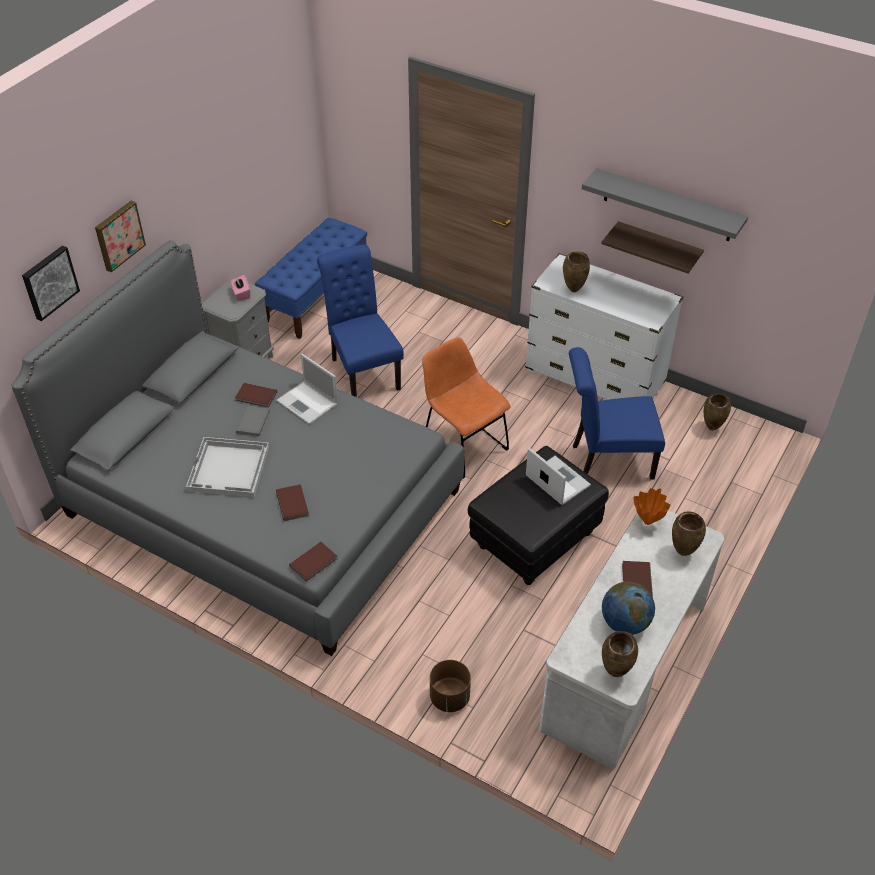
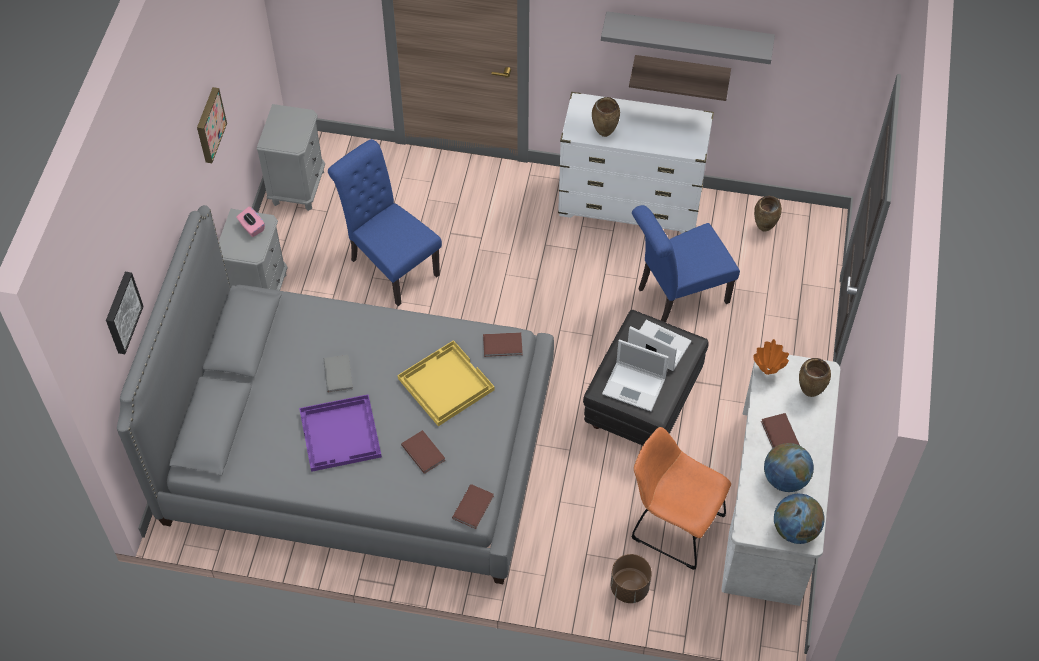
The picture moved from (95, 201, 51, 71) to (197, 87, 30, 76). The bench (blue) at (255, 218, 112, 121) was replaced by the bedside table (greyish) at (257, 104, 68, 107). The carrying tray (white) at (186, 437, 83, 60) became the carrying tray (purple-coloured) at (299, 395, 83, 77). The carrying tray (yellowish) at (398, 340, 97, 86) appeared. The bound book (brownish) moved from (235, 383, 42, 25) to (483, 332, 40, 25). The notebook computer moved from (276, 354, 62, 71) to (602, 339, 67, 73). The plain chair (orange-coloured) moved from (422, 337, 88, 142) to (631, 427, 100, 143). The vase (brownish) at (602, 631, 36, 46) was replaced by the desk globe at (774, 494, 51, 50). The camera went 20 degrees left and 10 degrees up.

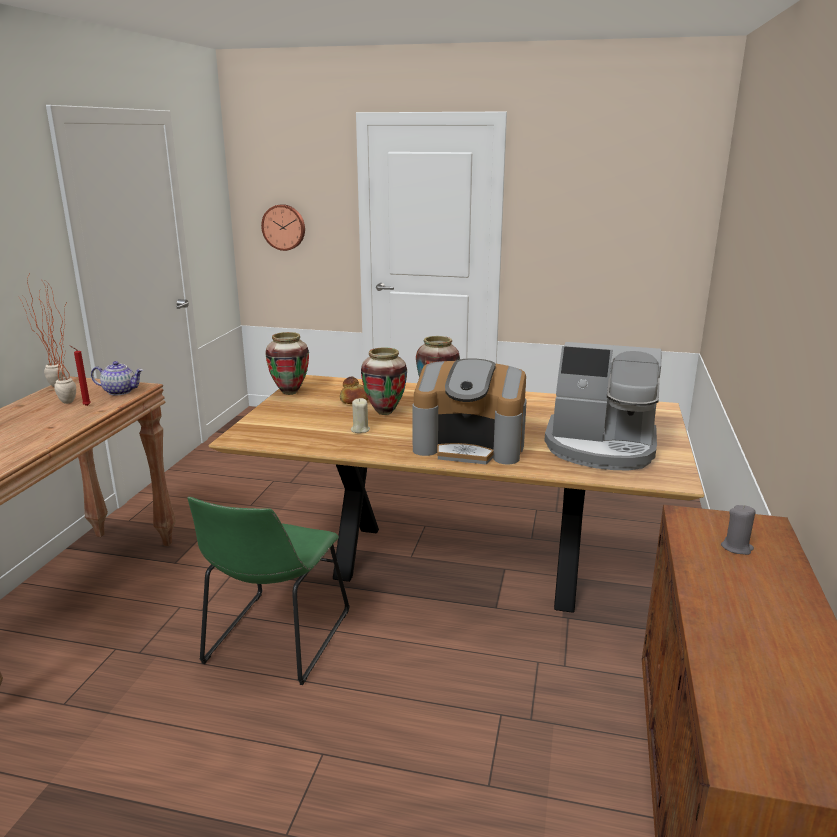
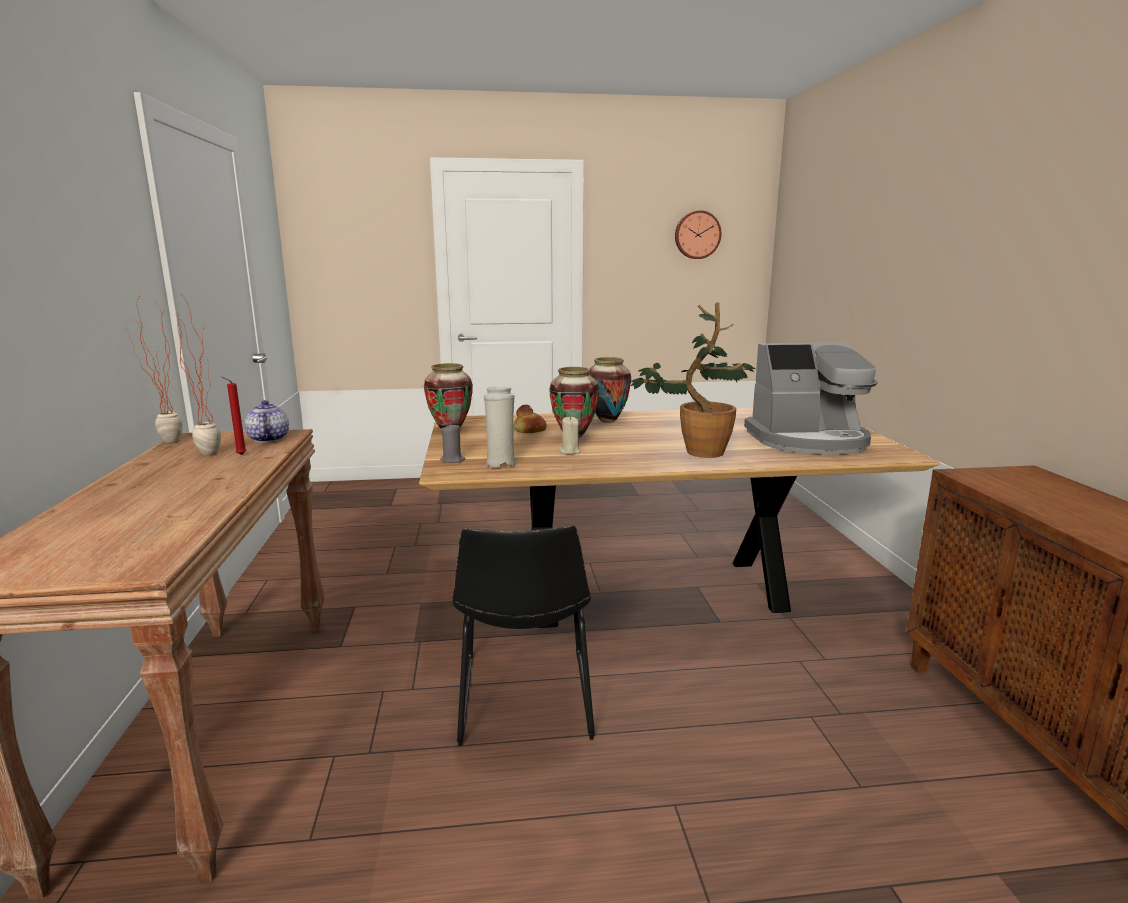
The tea pot at (91, 361, 52, 34) turned 90 degrees counterclockwise. The wax candle (greyish) moved from (721, 505, 35, 50) to (440, 423, 25, 40). The plain chair (green) at (187, 497, 163, 188) became the plain chair (black) at (452, 525, 143, 221). The vase (white) at (484, 387, 32, 80) appeared. The coffee maker at (412, 358, 115, 106) was replaced by the houseplant at (631, 303, 124, 155). The wall clock moved from (261, 204, 44, 47) to (675, 210, 46, 49). The camera went 20 degrees left and 5 degrees down.

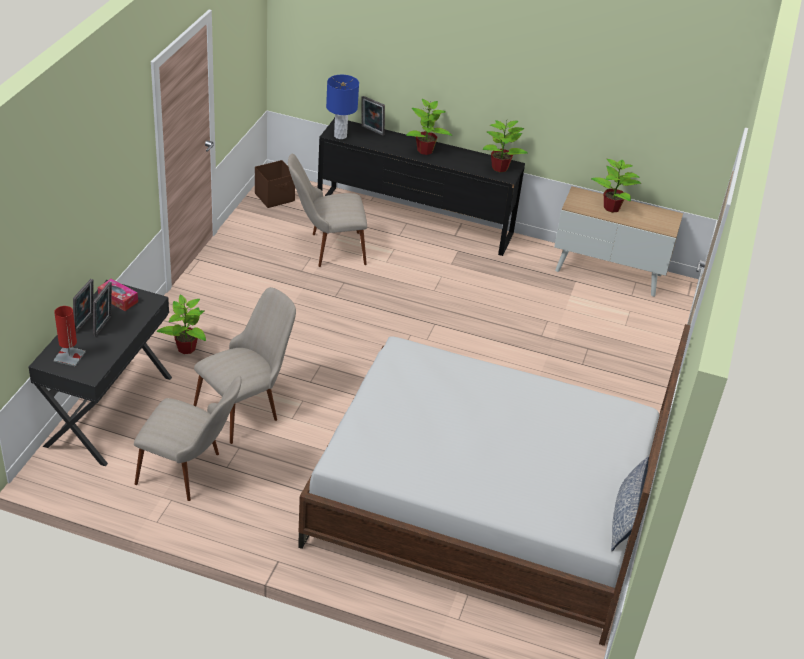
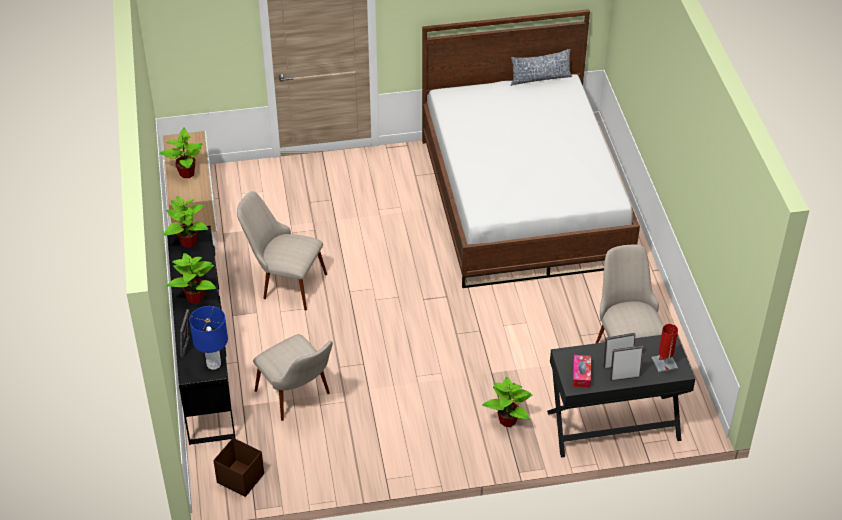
The plain chair (beige) moved from (193, 287, 103, 157) to (237, 191, 90, 119). The camera went 115 degrees left and 5 degrees up.

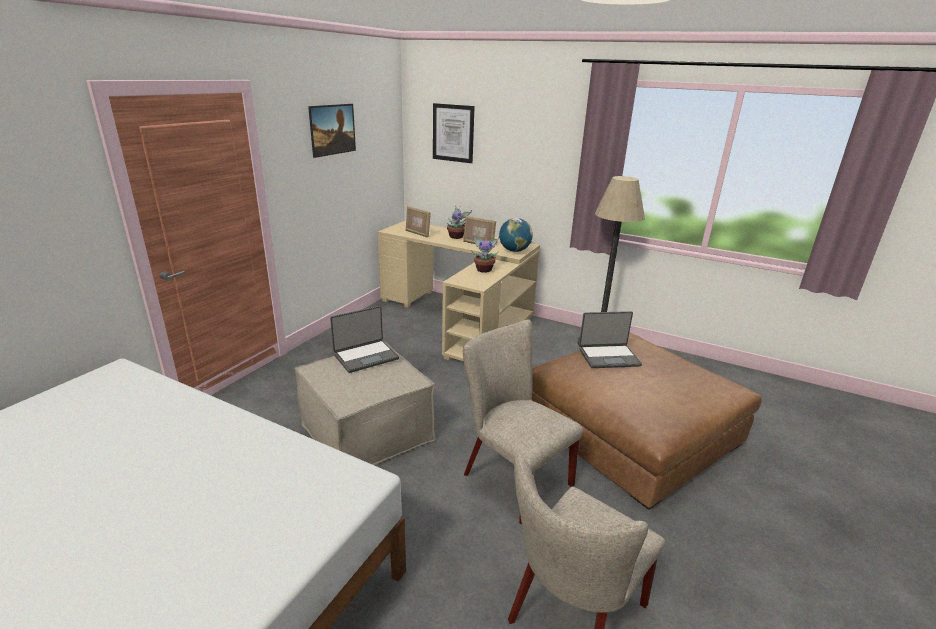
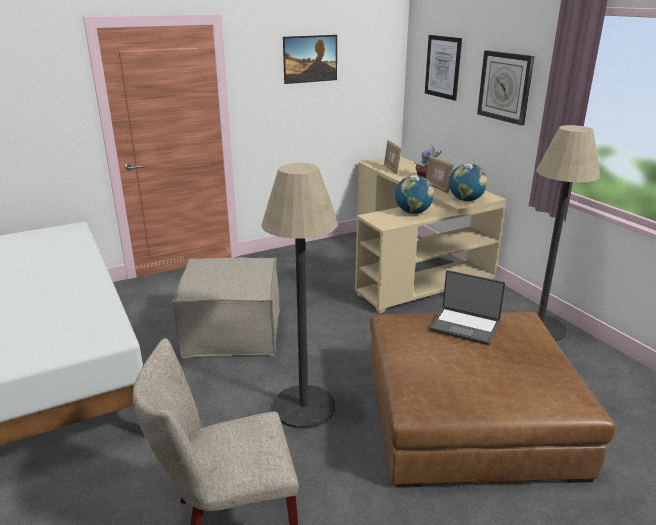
The plain chair (beige) at (463, 319, 120, 206) was replaced by the standing lamp at (261, 163, 77, 265). The houseplant at (471, 235, 29, 38) was replaced by the desk globe at (395, 175, 39, 39). The wall clock at (477, 50, 57, 76) appeared. The notebook computer at (330, 306, 69, 67) disappeared. The camera went 35 degrees right and 0 degrees up.

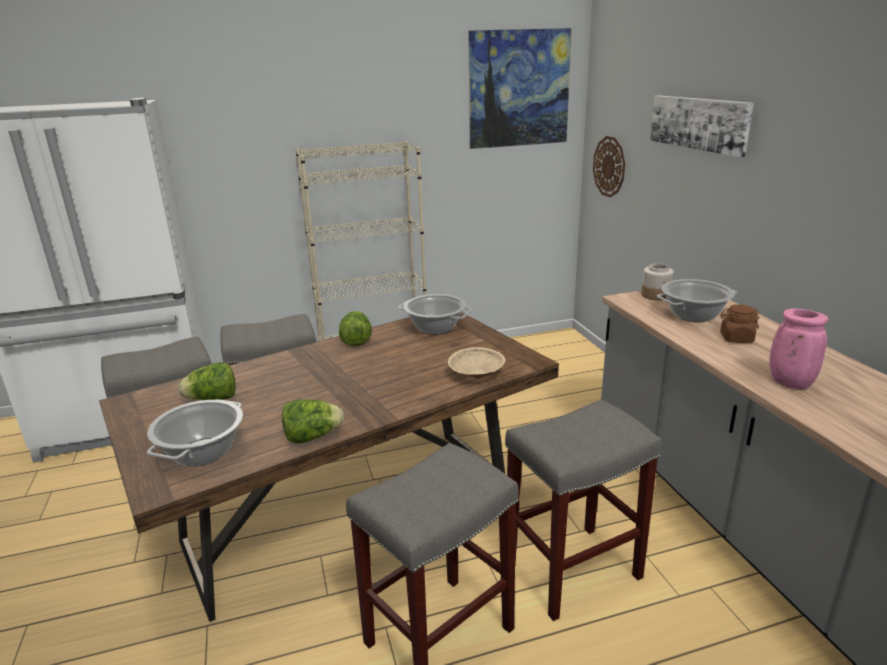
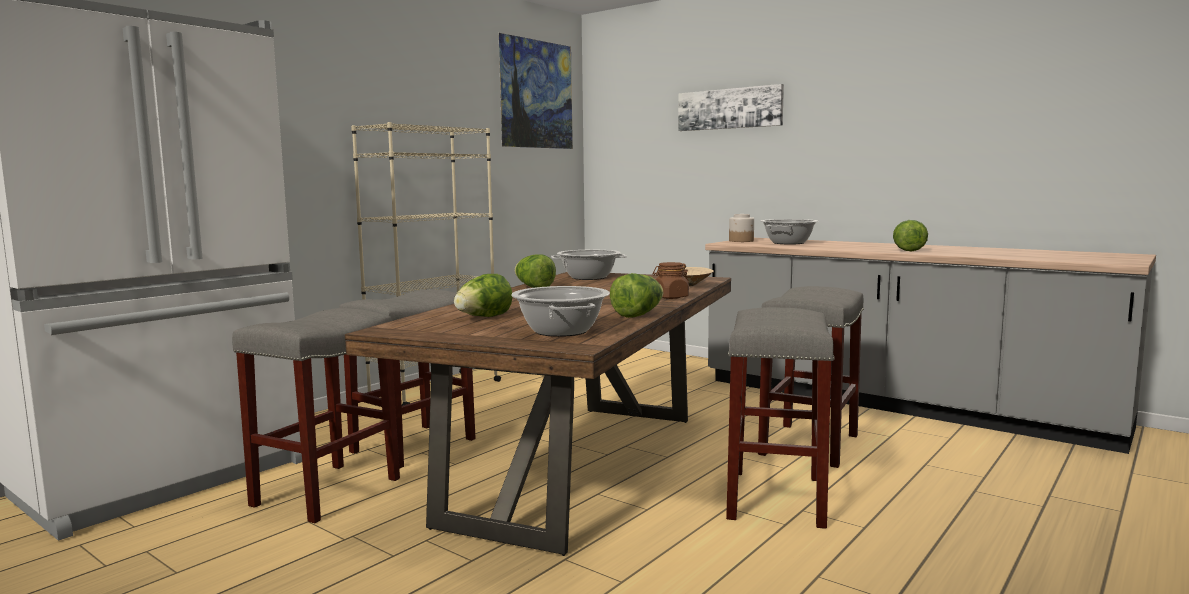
The storage jar (brownish) moved from (720, 304, 40, 39) to (653, 262, 36, 37). The vase (pinkish) at (769, 309, 59, 80) was replaced by the lettuce at (893, 220, 35, 31). The wall clock at (593, 136, 32, 61) disappeared. The camera went 35 degrees left and 15 degrees down.

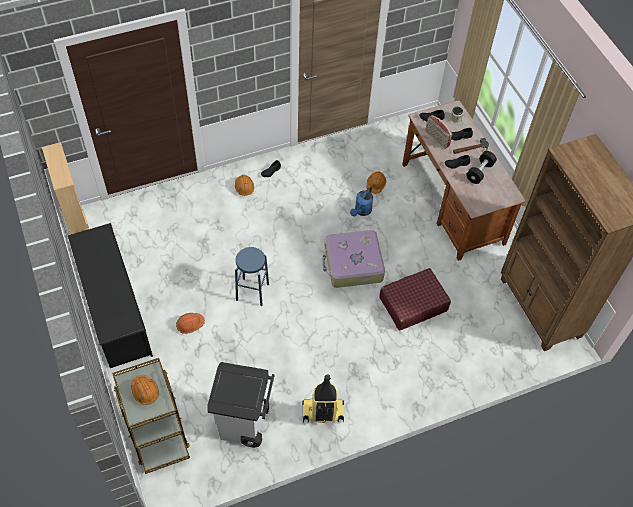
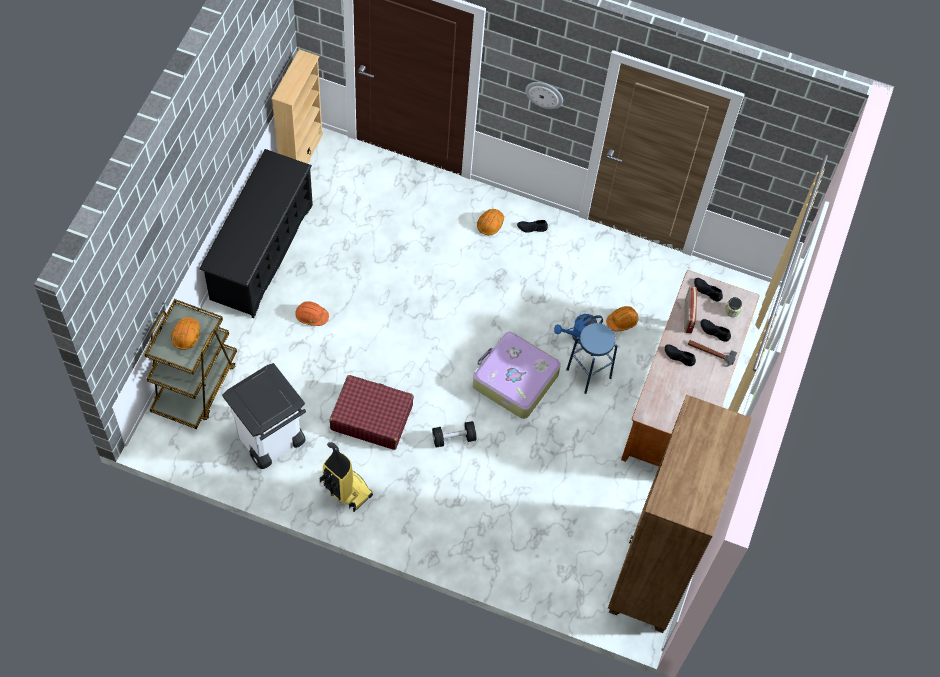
The travel case (reddish) moved from (379, 268, 72, 63) to (330, 375, 84, 75). The free weight (black) moved from (466, 151, 31, 33) to (432, 421, 44, 26). The wall clock at (525, 82, 38, 27) appeared. The stool seat (blue) moved from (235, 247, 34, 59) to (566, 323, 51, 71). The camera went 40 degrees right and 5 degrees up.

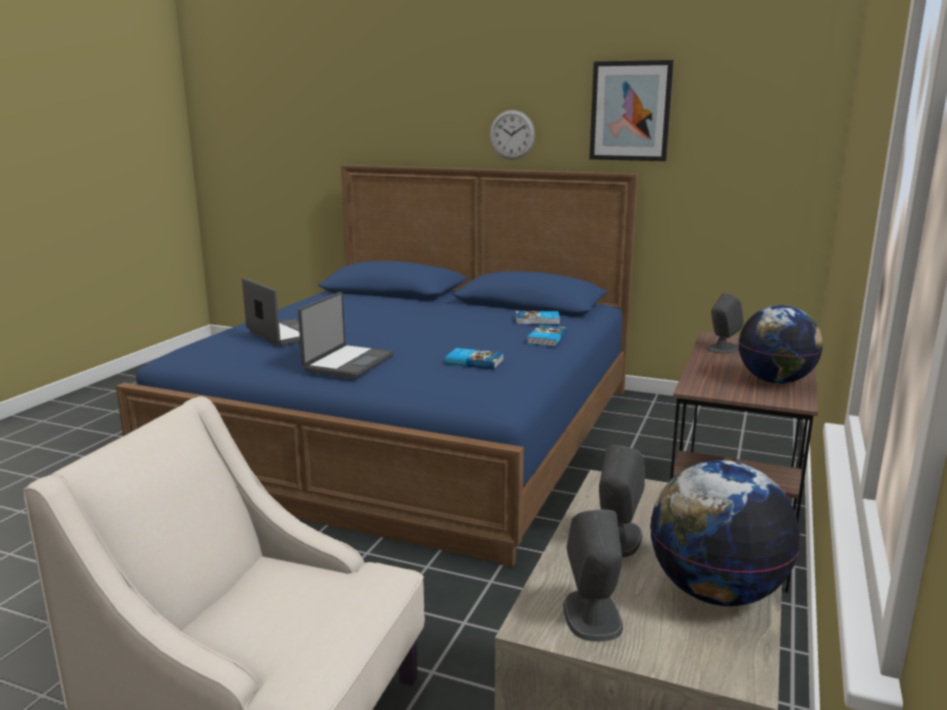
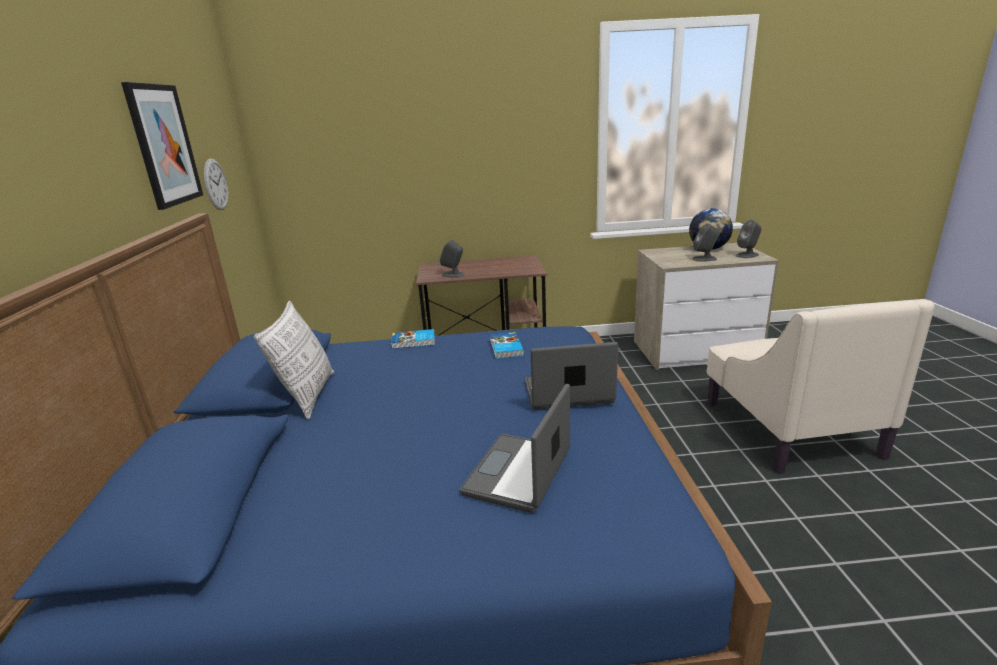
The wall clock moved from (490, 110, 45, 50) to (204, 159, 25, 51). The cushion at (254, 301, 80, 119) appeared. The bound book at (516, 311, 44, 14) disappeared. The desk globe at (738, 305, 85, 79) disappeared. The camera went 115 degrees left and 5 degrees up.

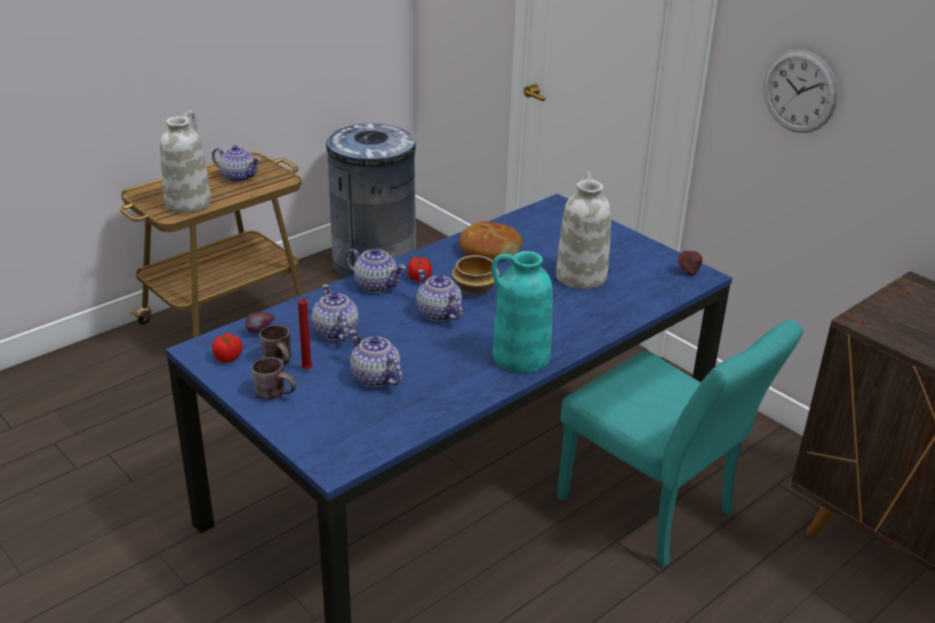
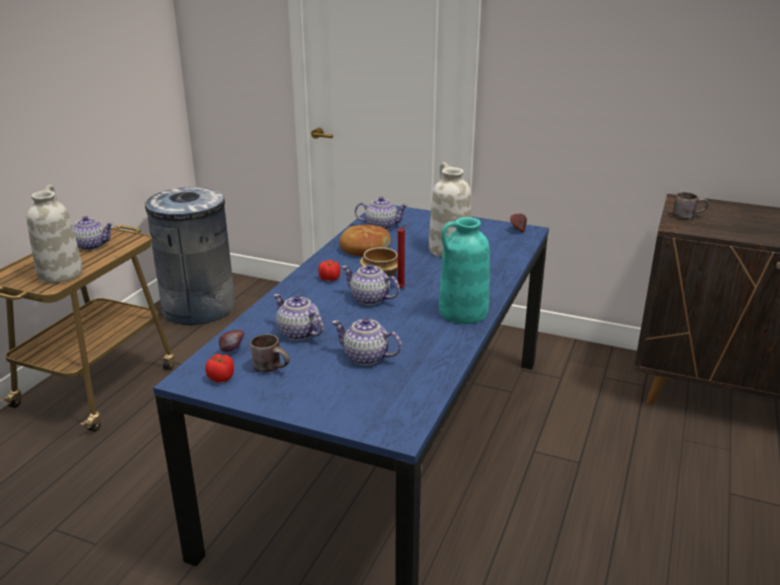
The tea pot moved from (345, 248, 61, 45) to (355, 197, 53, 33). The wax candle (reddish) moved from (298, 296, 14, 74) to (397, 223, 12, 65). The mug (brownish) moved from (251, 357, 45, 43) to (673, 192, 35, 28). The plain chair (blue-green) at (557, 320, 247, 247) disappeared. The wall clock at (764, 49, 74, 84) disappeared. The camera went 25 degrees left and 5 degrees down.

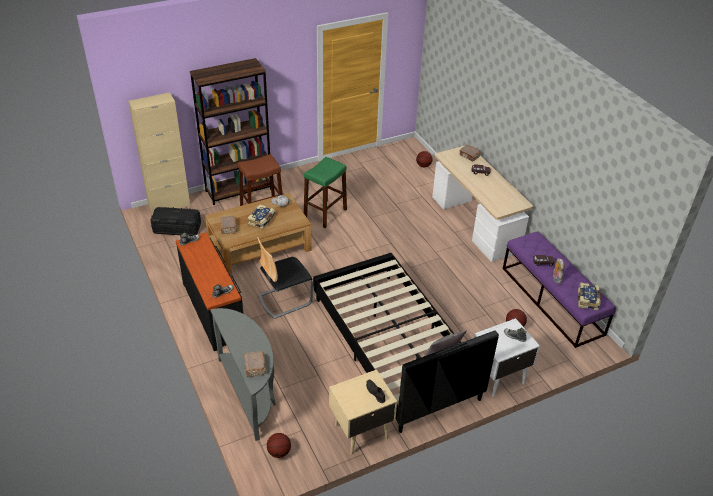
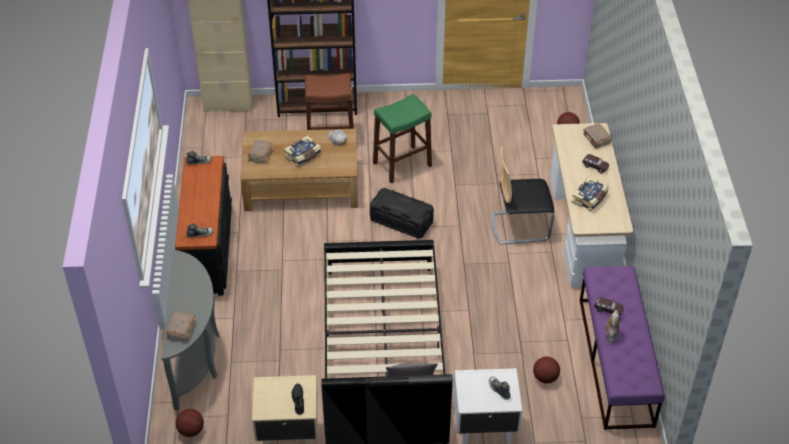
The storage container (black) moved from (150, 207, 51, 29) to (370, 188, 64, 51). The plain chair moved from (257, 237, 56, 82) to (491, 146, 63, 99). The bound book moved from (578, 282, 23, 28) to (572, 176, 37, 36). The camera went 25 degrees right and 5 degrees up.

